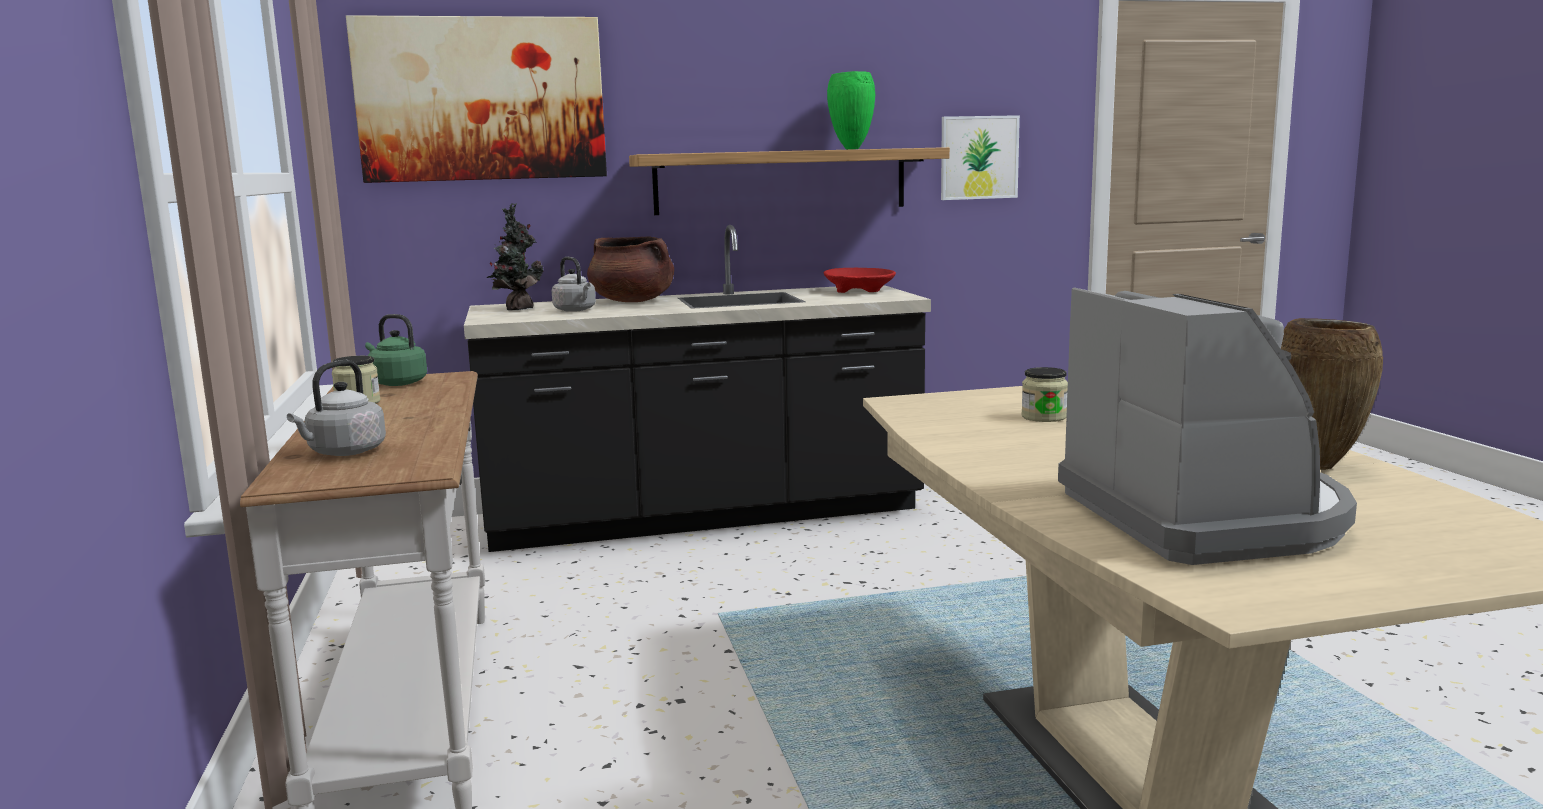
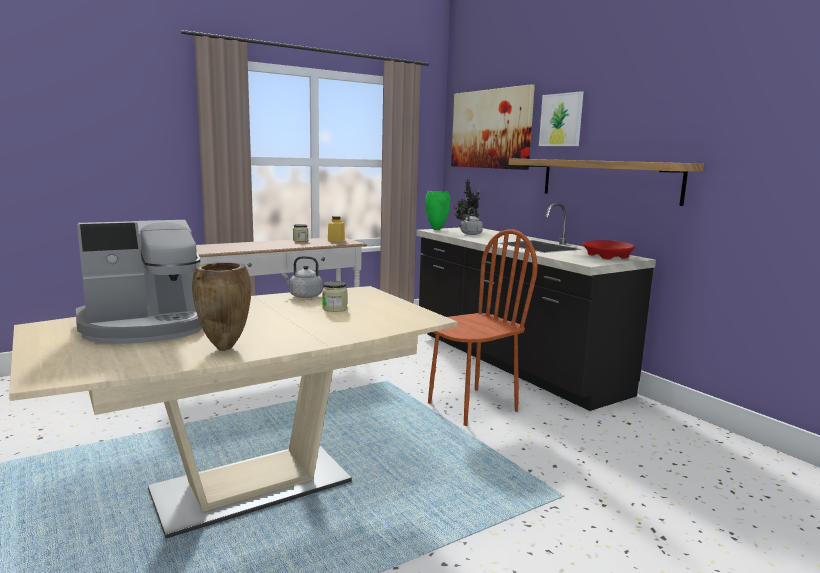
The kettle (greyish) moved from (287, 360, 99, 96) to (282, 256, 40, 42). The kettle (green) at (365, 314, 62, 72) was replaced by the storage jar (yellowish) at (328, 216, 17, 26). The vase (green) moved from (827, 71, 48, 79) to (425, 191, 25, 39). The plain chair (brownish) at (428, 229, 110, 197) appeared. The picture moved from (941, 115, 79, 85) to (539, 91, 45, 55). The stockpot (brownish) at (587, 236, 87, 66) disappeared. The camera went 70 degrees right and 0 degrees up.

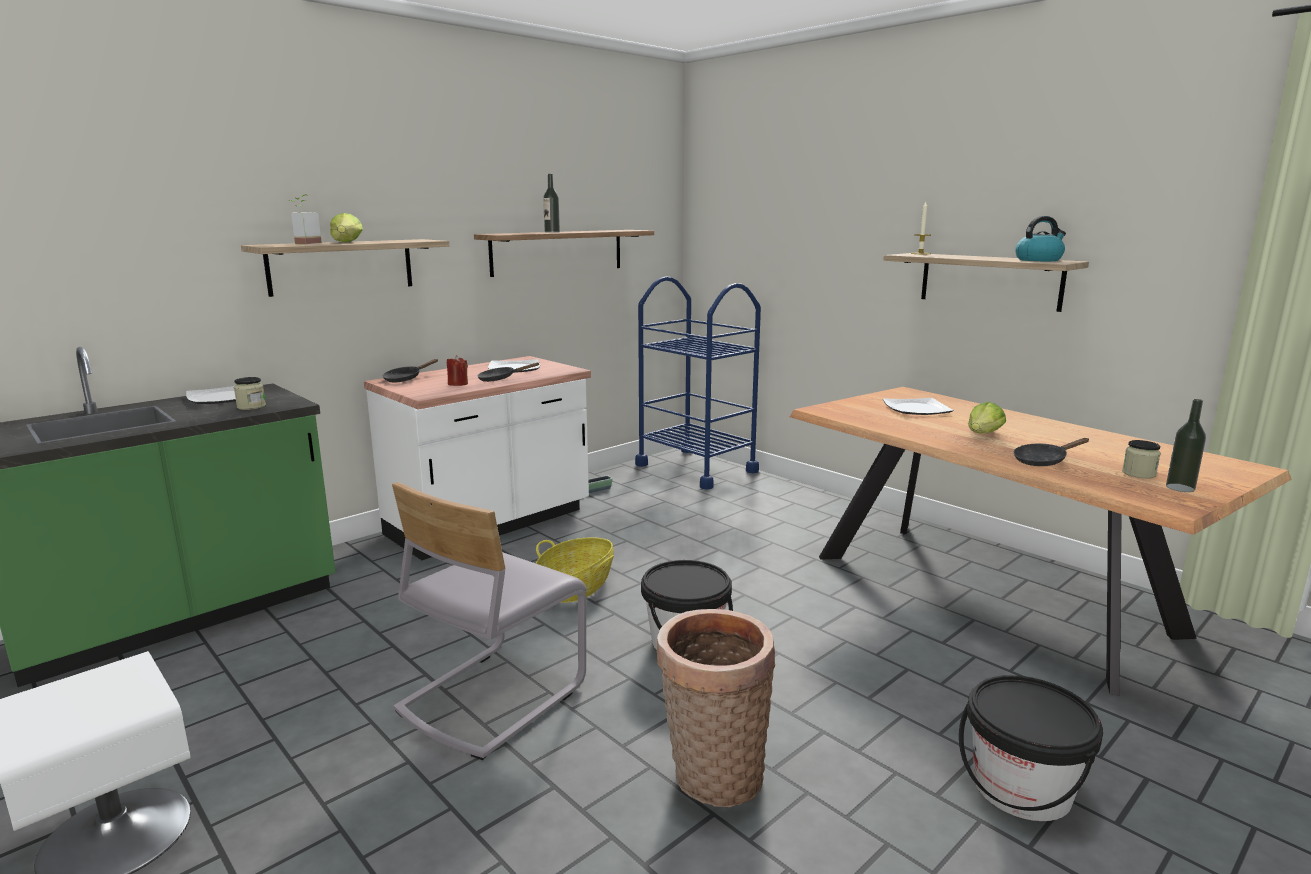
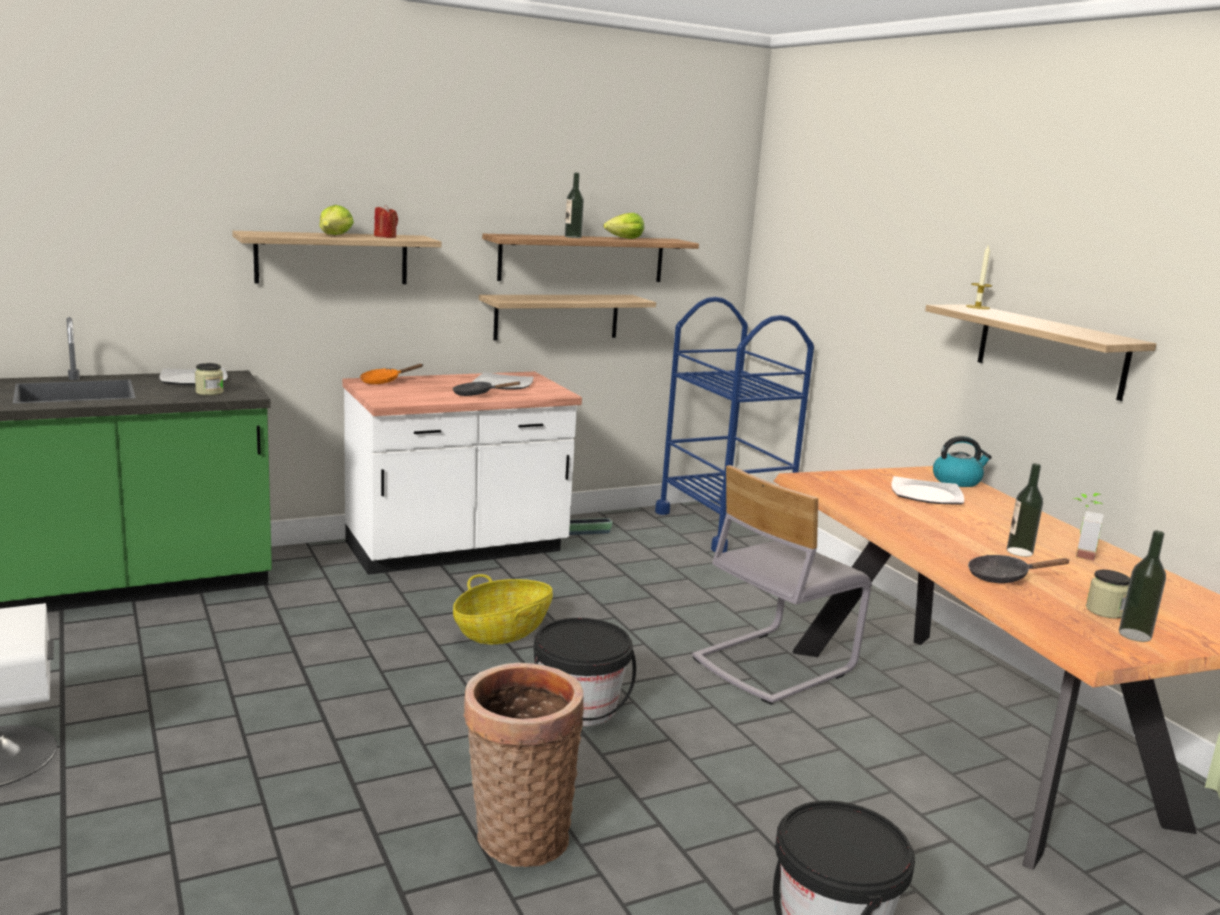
The pan (black) at (383, 359, 55, 23) became the pan (orange-coloured) at (360, 364, 63, 20). The wax candle (reddish) moved from (447, 355, 21, 31) to (374, 205, 24, 33). The wall shelf at (479, 295, 177, 45) appeared. The lettuce moved from (968, 402, 38, 31) to (603, 213, 41, 26). The plain chair (greyish) moved from (392, 482, 195, 278) to (692, 465, 180, 240). The kettle moved from (1015, 216, 51, 45) to (933, 436, 59, 51). The drink bottle at (1007, 463, 36, 94) appeared. The houseplant moved from (288, 195, 34, 49) to (1073, 493, 31, 68). The camera went 15 degrees right and 0 degrees up.

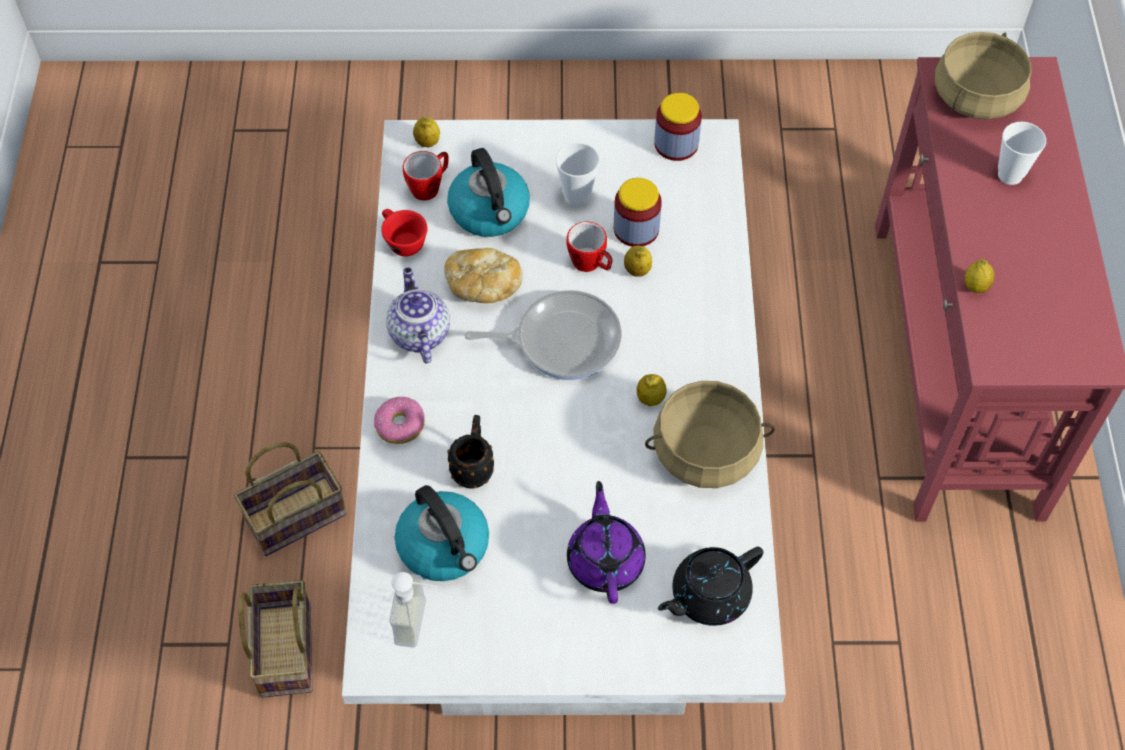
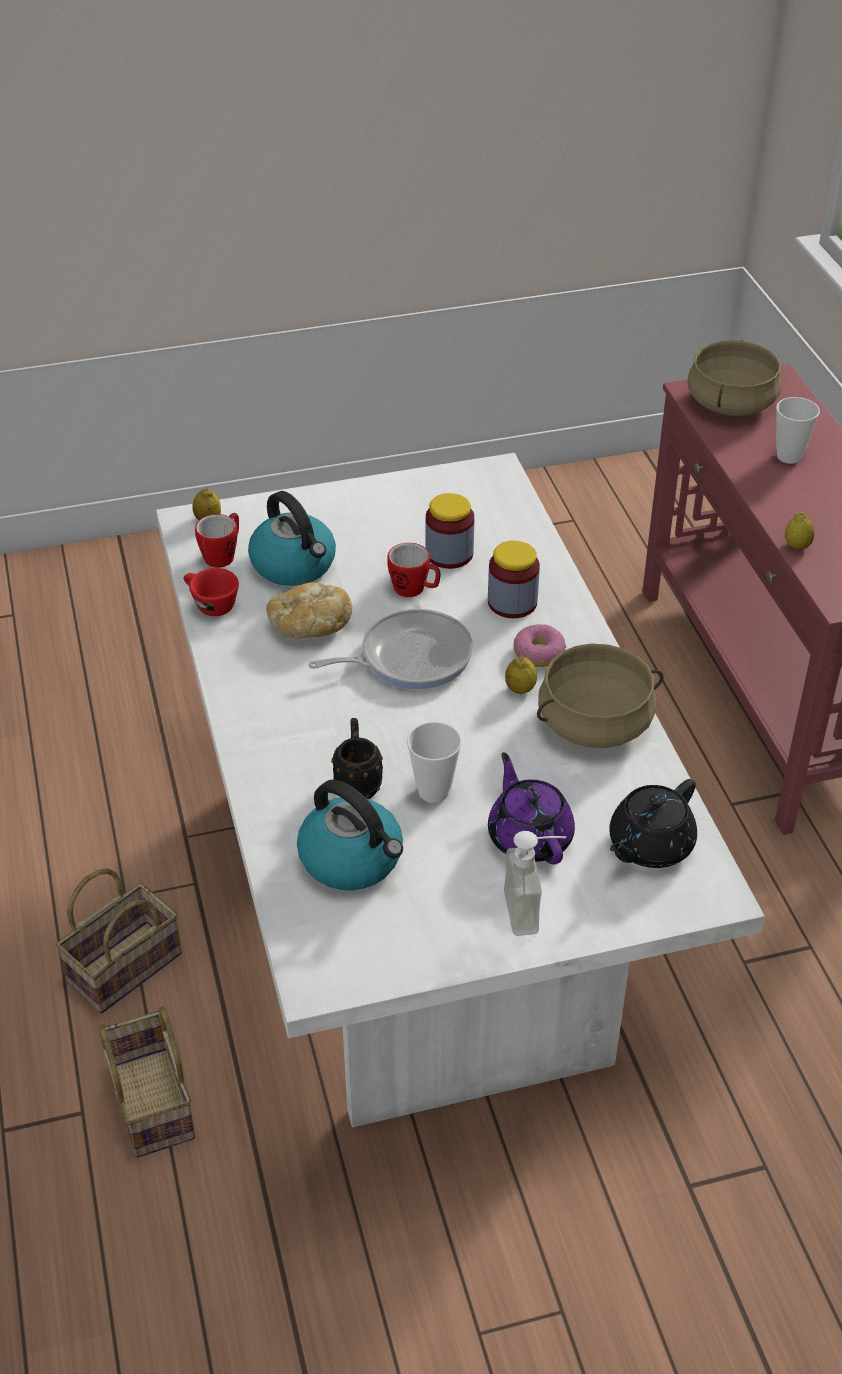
The drinking cup moved from (555, 142, 45, 64) to (407, 722, 55, 81). The storage jar moved from (654, 93, 48, 68) to (488, 541, 52, 77). The soap bottle moved from (389, 572, 50, 75) to (504, 831, 62, 105). The ring doughnut moved from (374, 397, 51, 47) to (513, 624, 53, 43). The tea pot at (386, 267, 64, 96) disappeared. The whole lemon at (624, 246, 28, 31) disappeared. The camera went 15 degrees left and 15 degrees down.

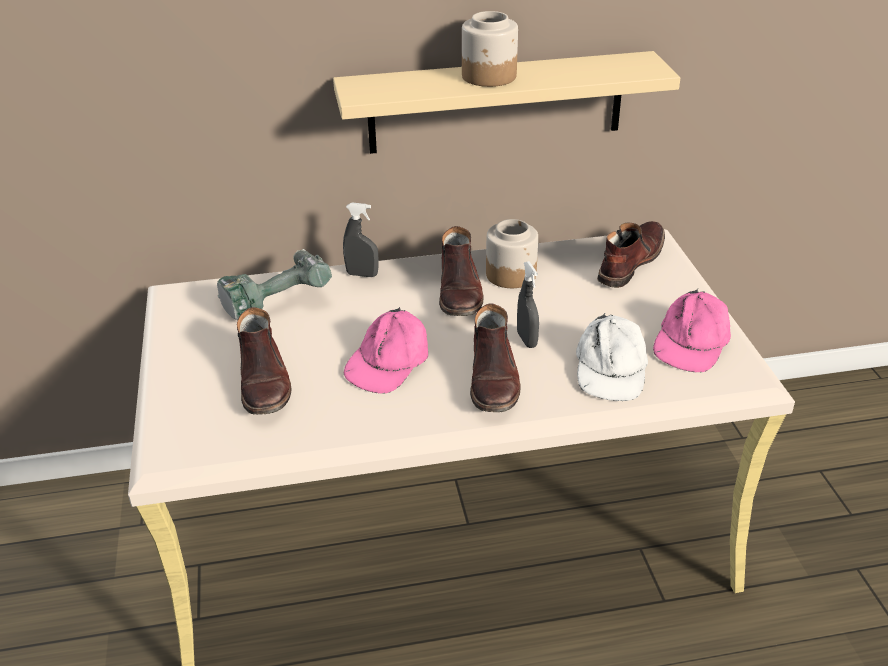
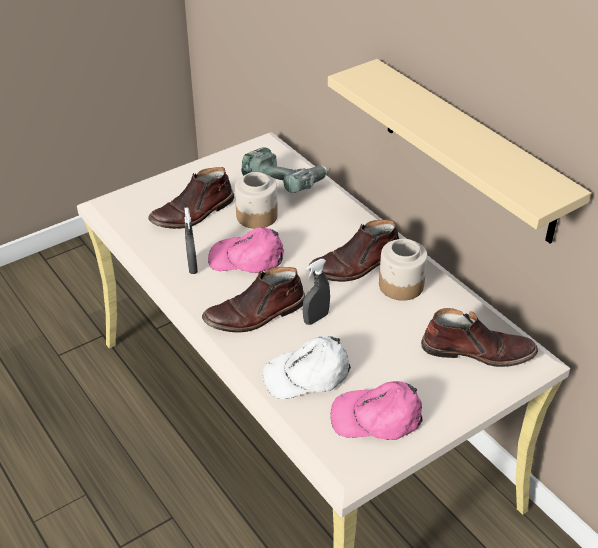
The hand sprayer (greyish) moved from (343, 202, 36, 75) to (185, 207, 13, 67). The storage jar moved from (462, 11, 56, 76) to (235, 172, 43, 57). The camera went 65 degrees right and 5 degrees up.

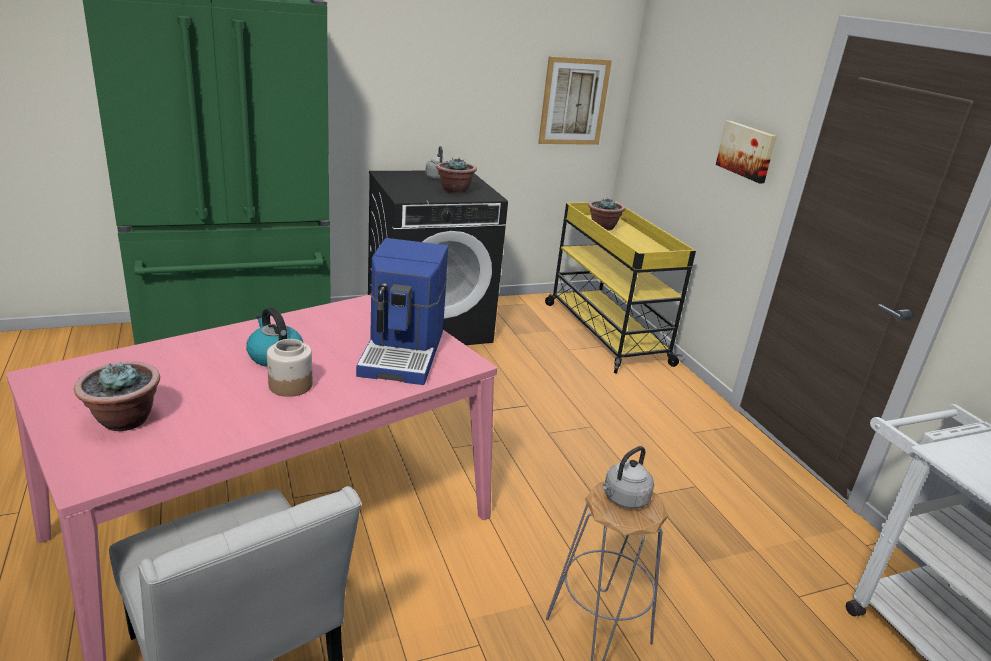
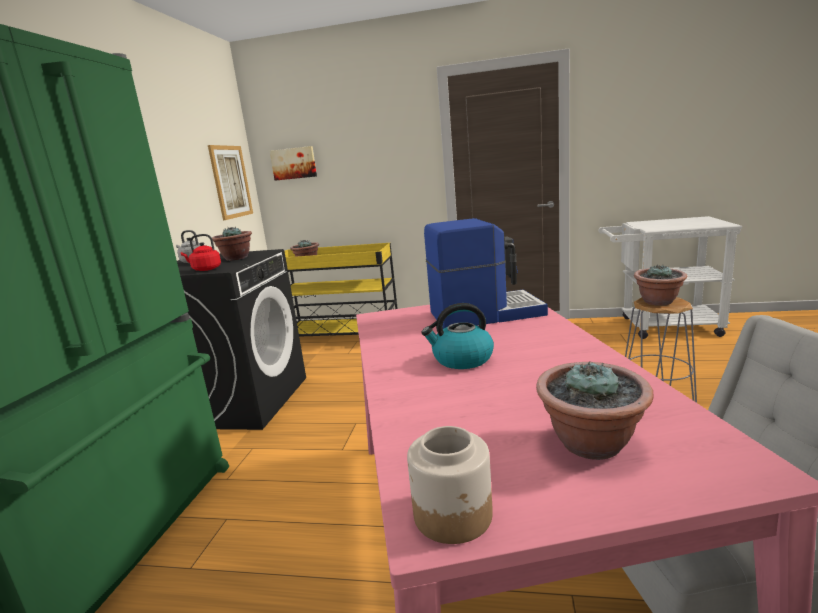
The kettle (reddish) at (181, 234, 40, 37) appeared. The picture moved from (716, 121, 61, 62) to (270, 146, 47, 35). The storage jar moved from (267, 339, 45, 58) to (407, 426, 86, 118). The coffee maker at (356, 238, 92, 147) turned 45 degrees counterclockwise. The kettle (greyish) at (602, 446, 52, 63) was replaced by the houseplant at (634, 265, 53, 41). The camera went 55 degrees left and 10 degrees down.

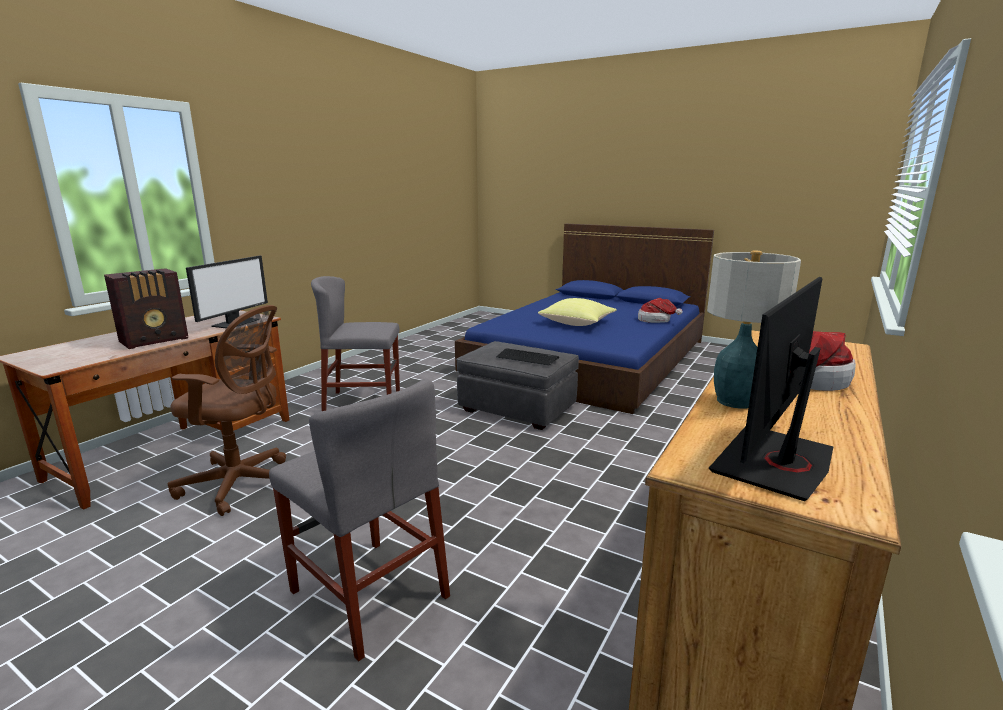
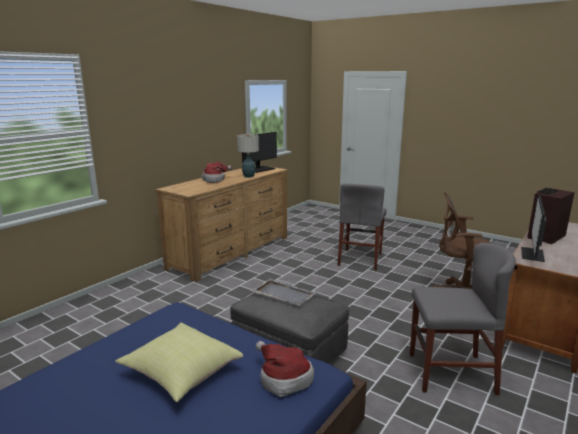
The computer keyboard at (496, 348, 63, 18) was replaced by the carrying tray (greyish) at (251, 278, 66, 28). The wearable hat moved from (638, 298, 45, 25) to (256, 341, 58, 56). The plain chair (greyish) at (269, 379, 181, 282) turned 120 degrees counterclockwise. The camera went 175 degrees left and 0 degrees up.

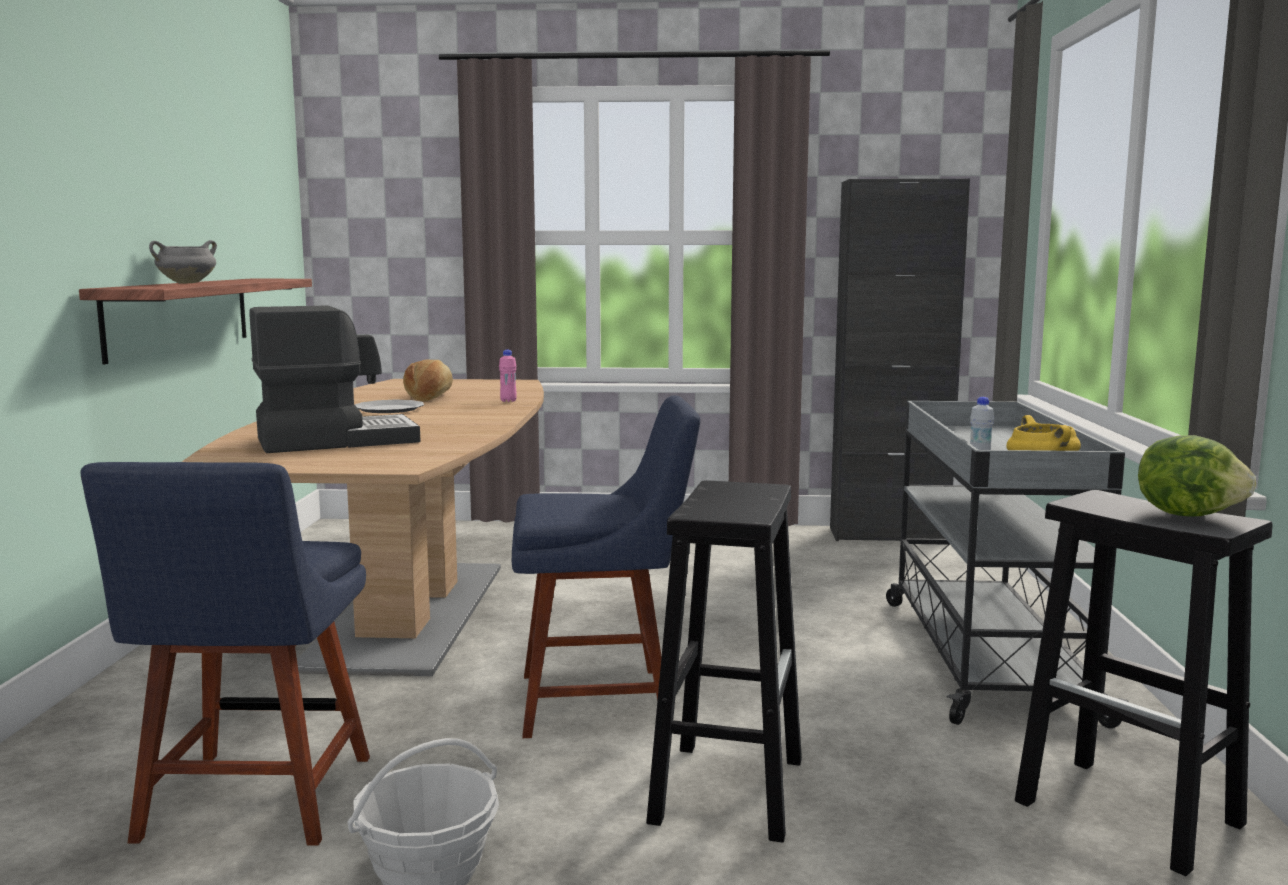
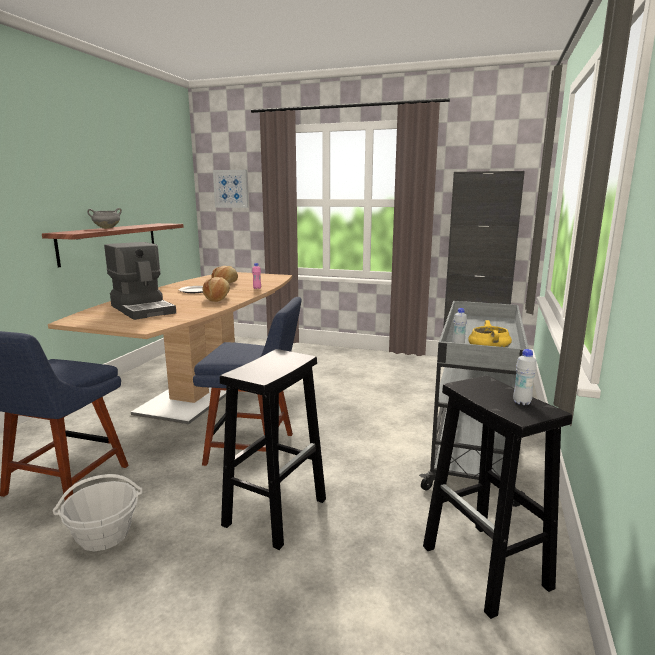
The coffee maker at (249, 305, 171, 148) turned 60 degrees clockwise. The bakery bread at (202, 277, 28, 25) appeared. The picture at (213, 170, 35, 38) appeared. The lettuce at (1138, 435, 118, 82) was replaced by the drink bottle (white) at (513, 349, 24, 56). The camera went 15 degrees right and 5 degrees up.

